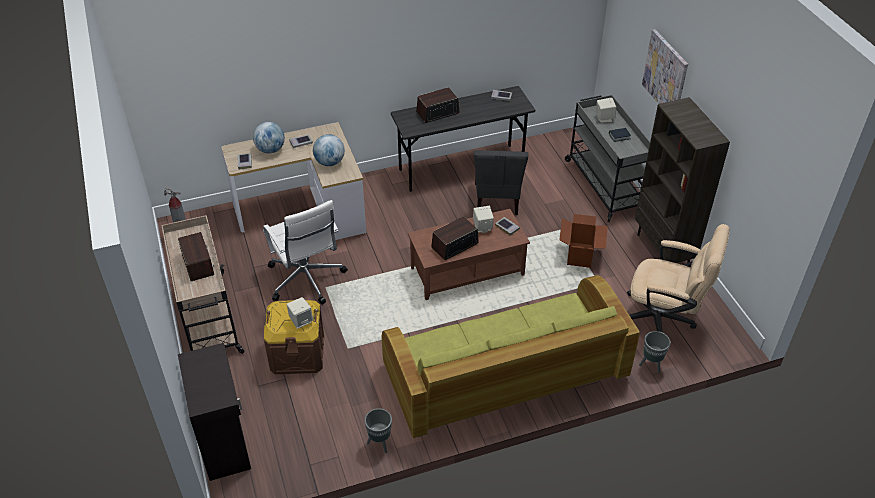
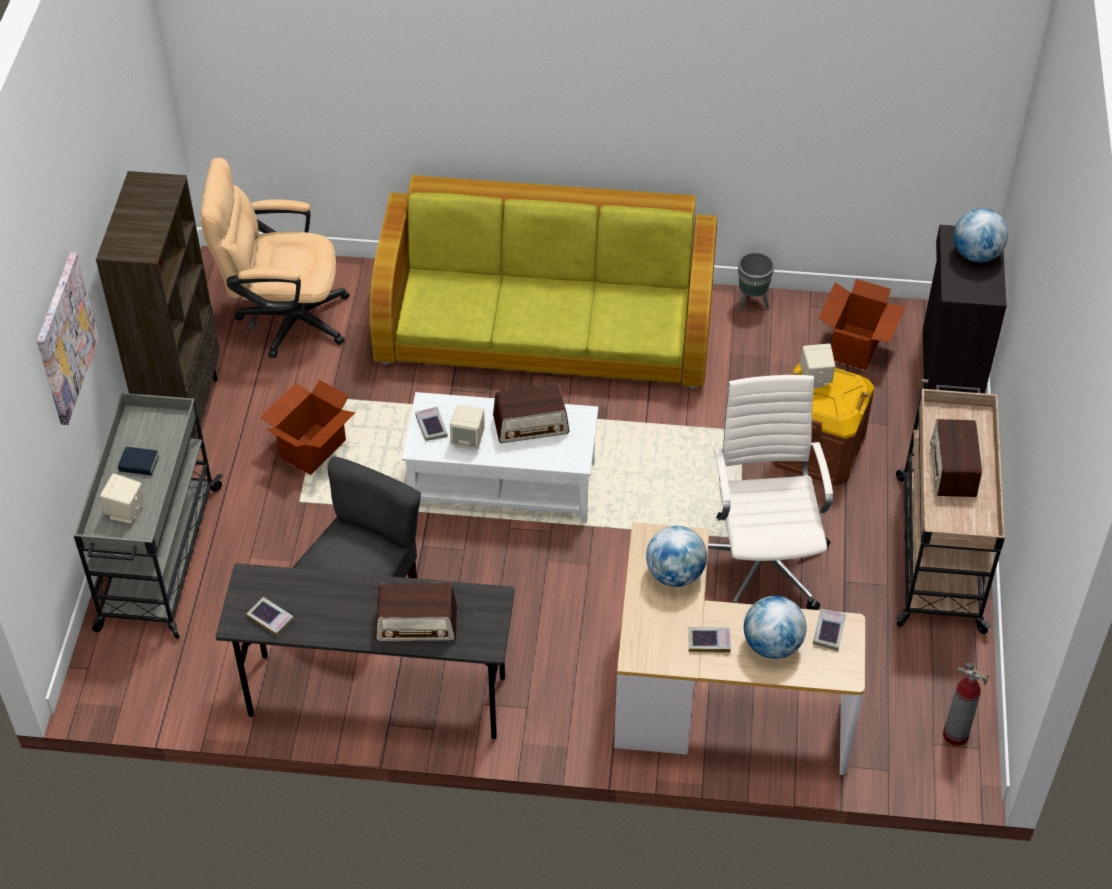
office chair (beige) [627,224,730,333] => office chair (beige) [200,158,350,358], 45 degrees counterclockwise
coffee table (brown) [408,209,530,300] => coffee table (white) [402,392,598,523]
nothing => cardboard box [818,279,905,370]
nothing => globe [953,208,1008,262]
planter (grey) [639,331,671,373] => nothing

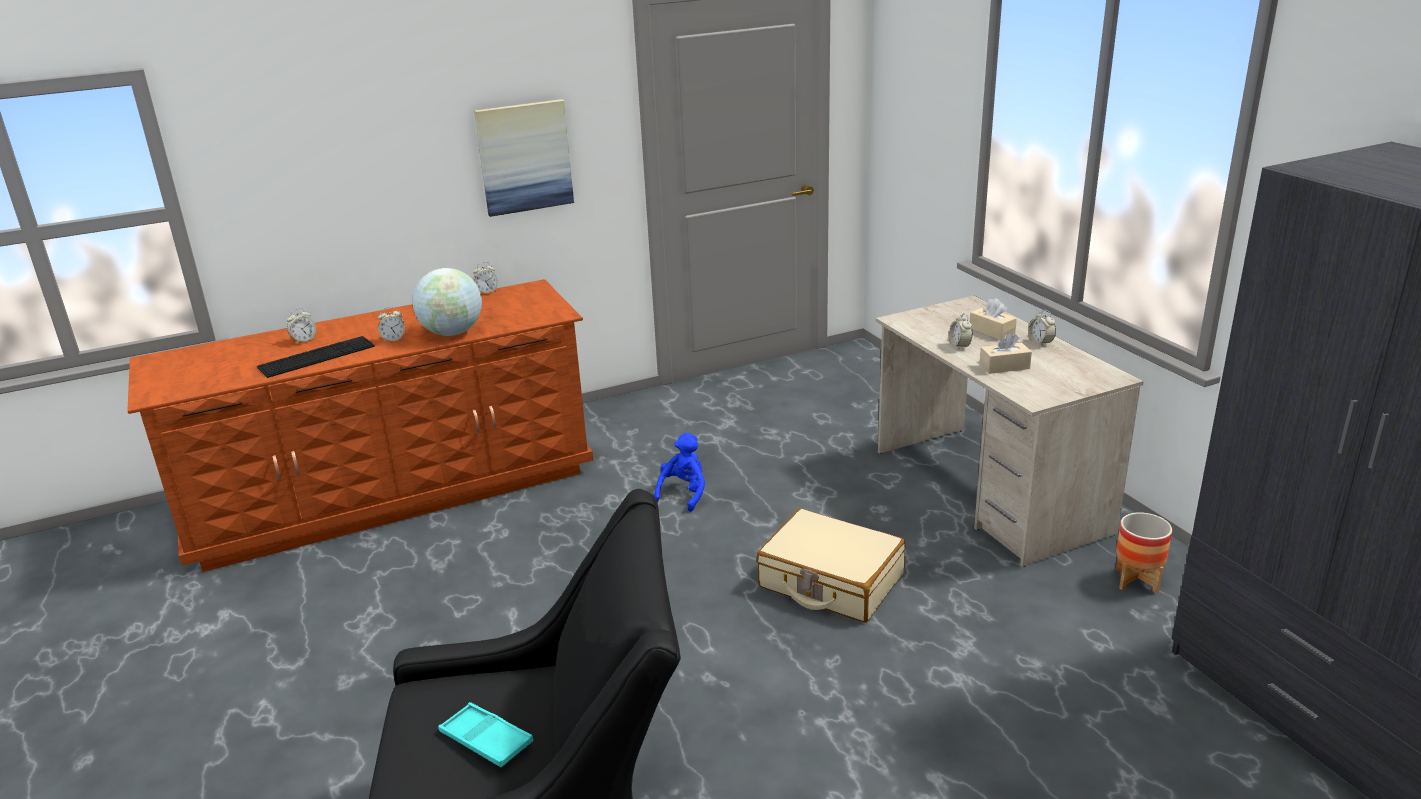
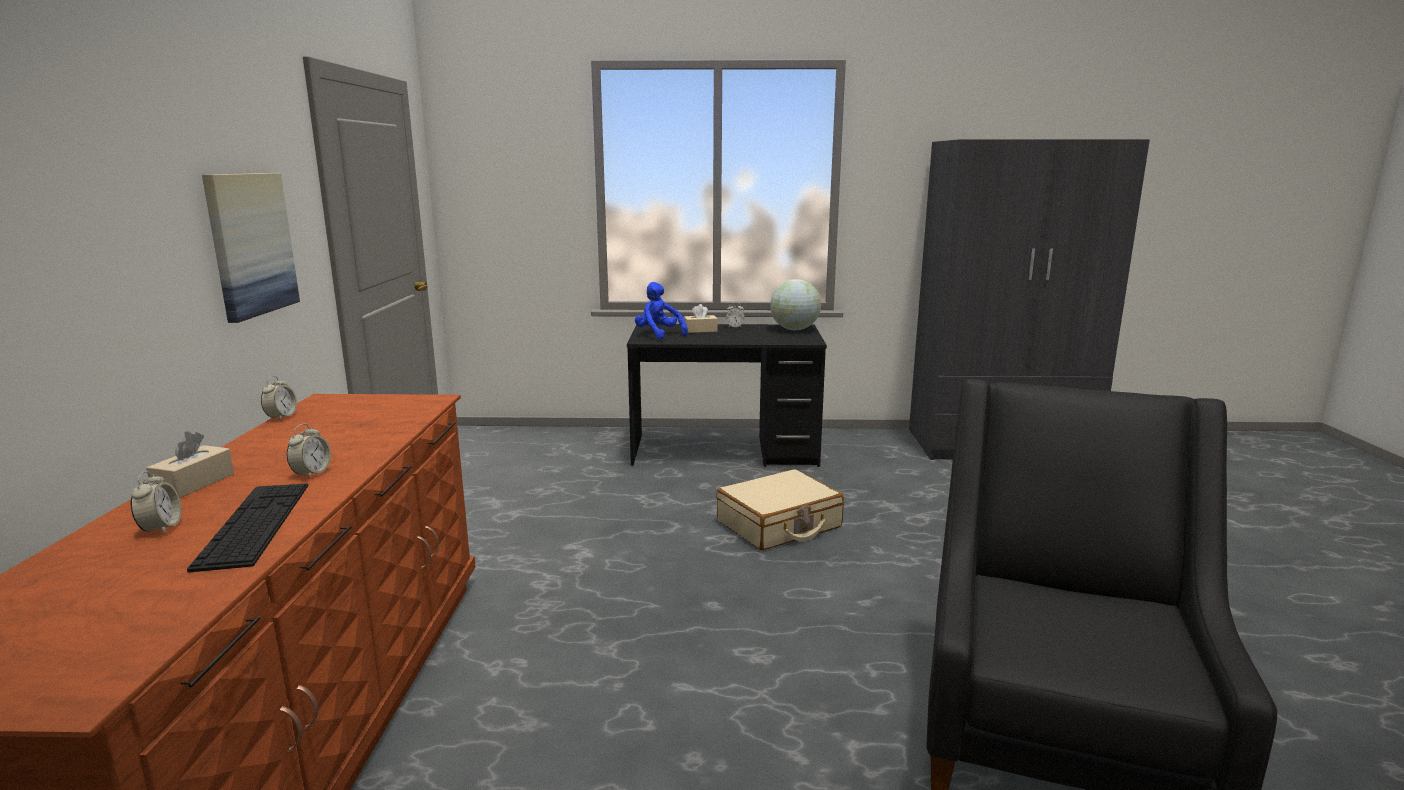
tissue box (beige) [980,333,1032,374] => tissue box (beige) [146,432,234,498], shifted
desk (beige) [876,296,1144,567] => desk (black) [627,324,827,467]
plush toy (blue) [654,433,705,512] => plush toy (blue) [635,282,688,339], shifted
globe [412,268,482,336] => globe [770,279,821,330], shifted
tray (turquoise) [438,702,533,767] => nothing
alarm clock [949,313,973,350] => nothing
planter [1116,512,1172,593] => nothing

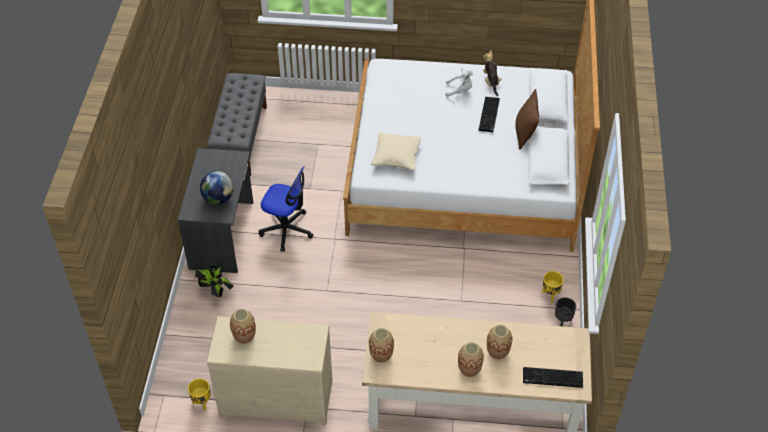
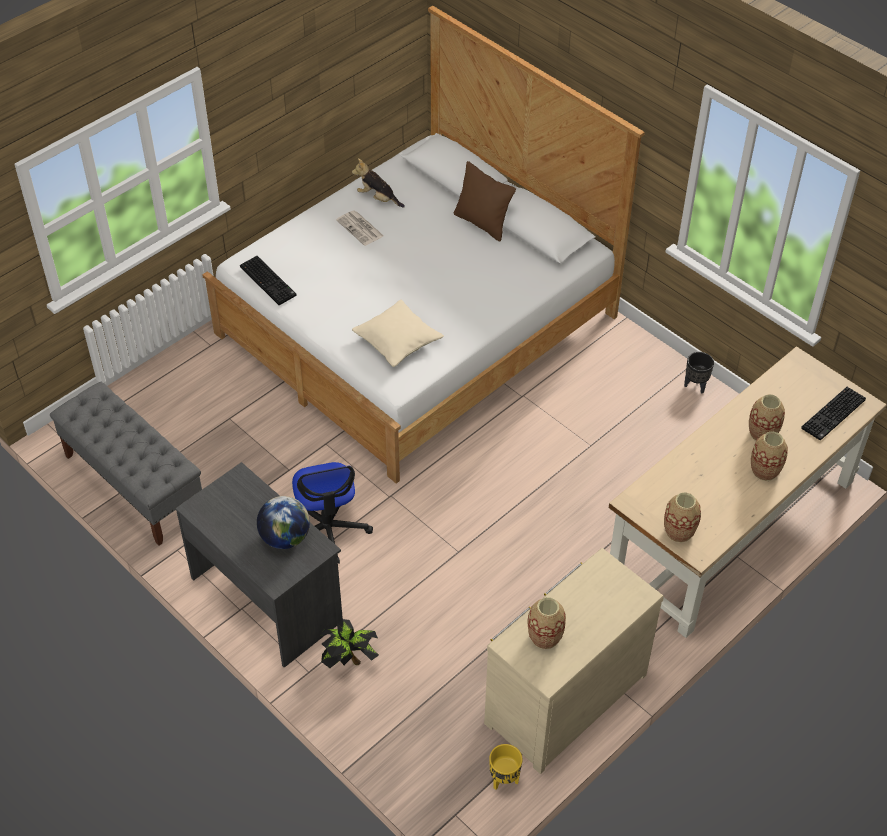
keyboard [479,97,500,132] => keyboard [240,256,297,305], shifted
office chair [259,166,313,252] => office chair [292,462,373,564], 105 degrees clockwise
plush toy (white) [445,68,473,97] => newspaper [336,210,383,246]
planter (yellow) [542,271,564,302] => nothing

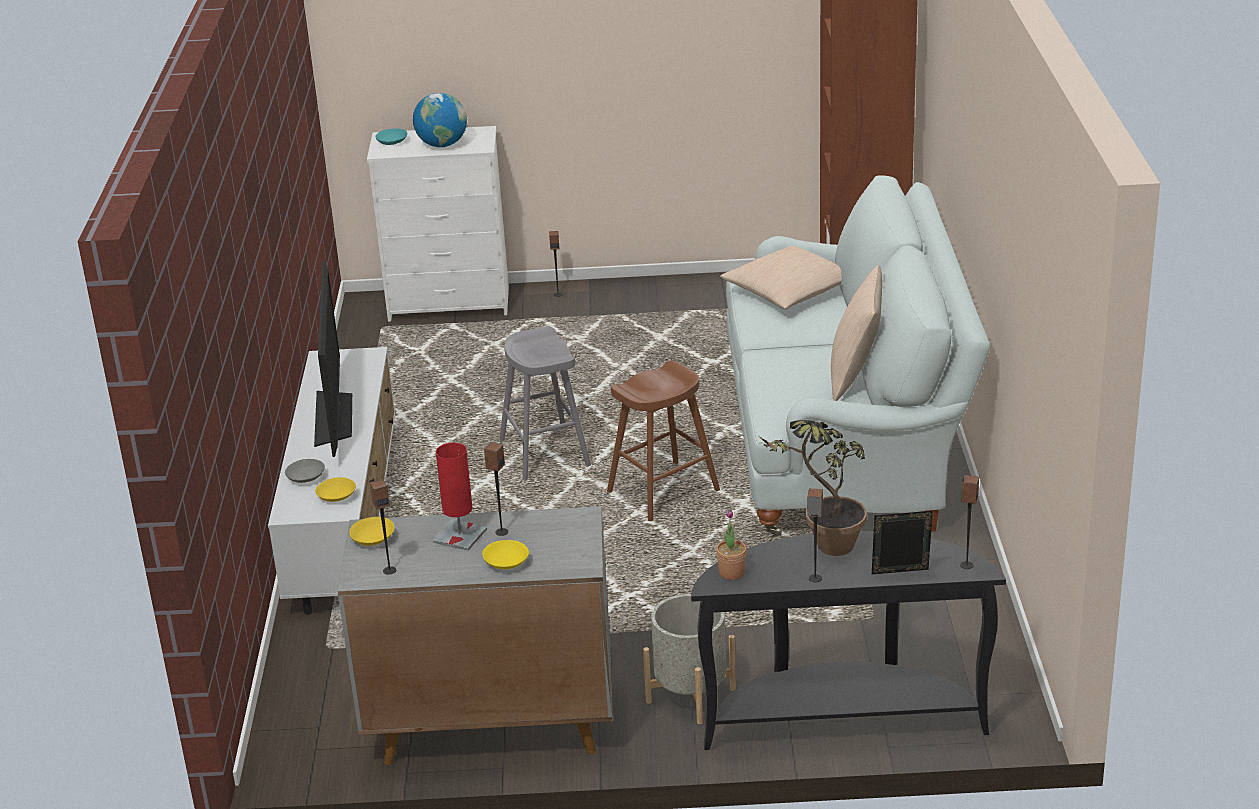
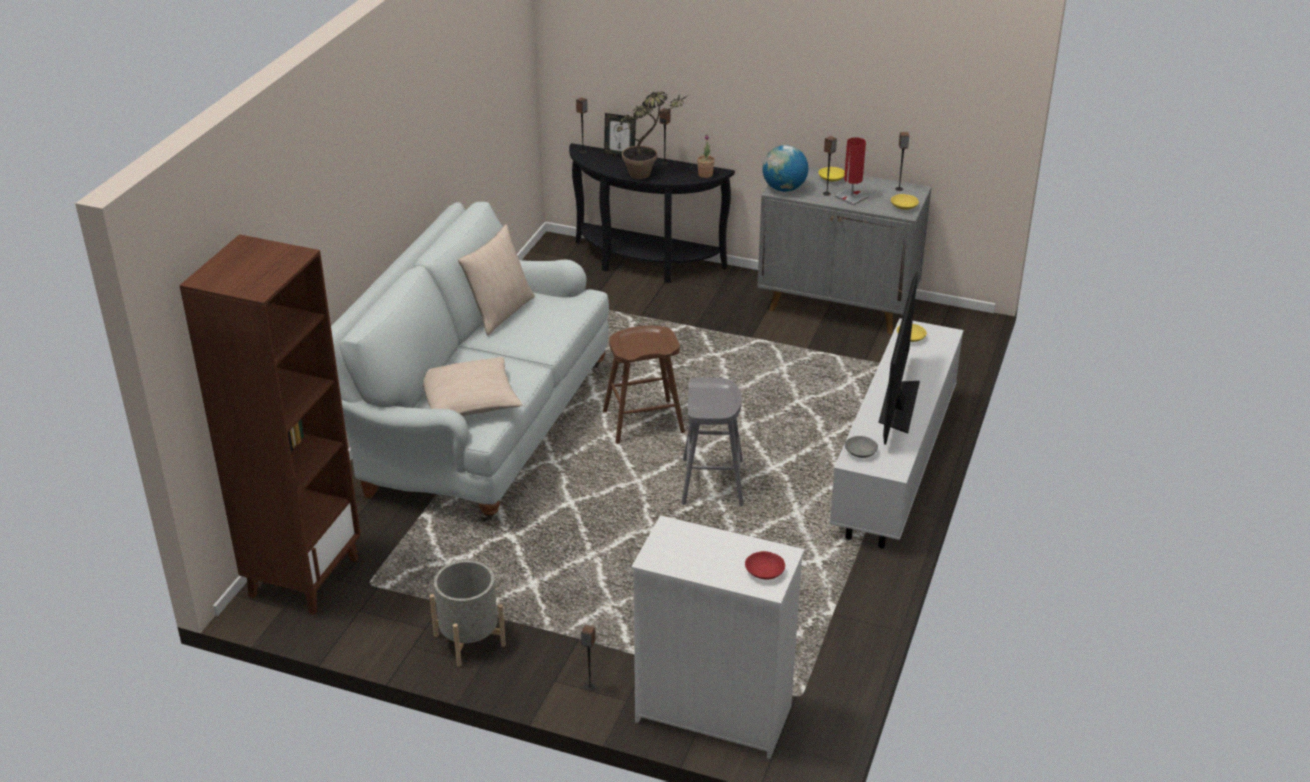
planter (grey) [643,594,736,724] => planter (grey) [430,560,506,667], shifted
bowl (turquoise) [376,128,408,145] => bowl (red) [745,551,785,580]
globe [413,93,467,147] => globe [762,145,808,192], shifted
bowl (grey) [285,459,325,483] => bowl (grey) [845,436,878,458], shifted

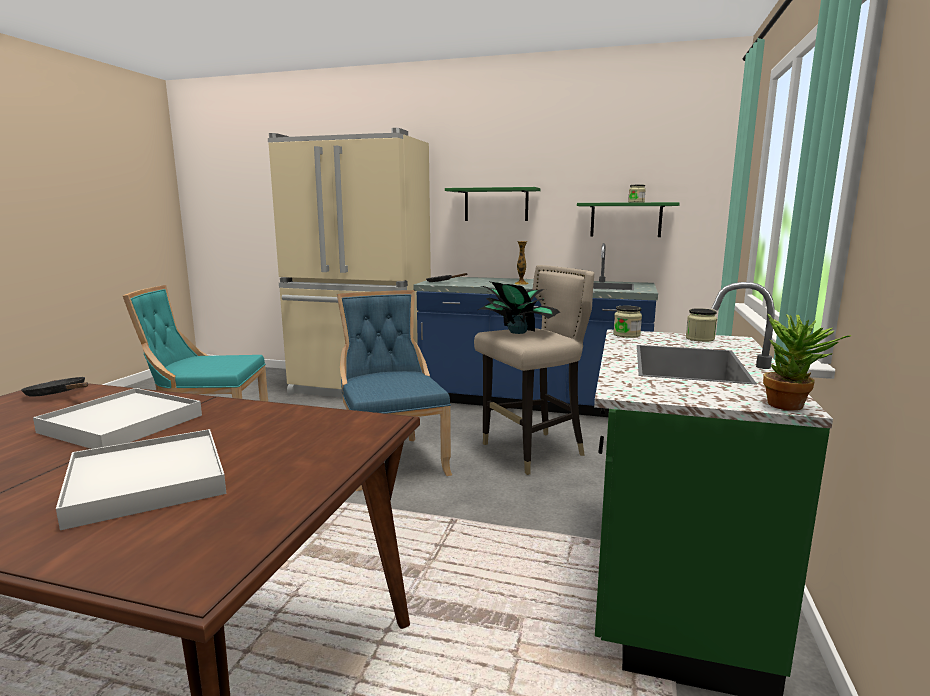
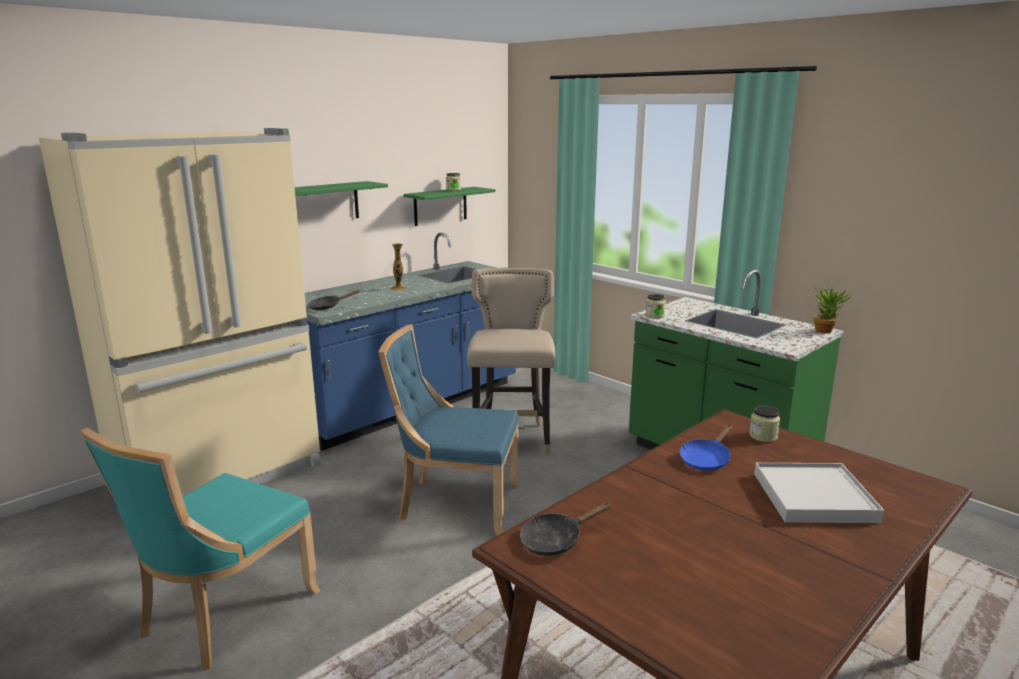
nothing => frying pan (blue) [680,424,732,471]
jar [686,308,717,342] => jar [749,405,780,442], shifted
tray (white) [33,388,202,449] => nothing
potted plant [478,282,560,334] => nothing

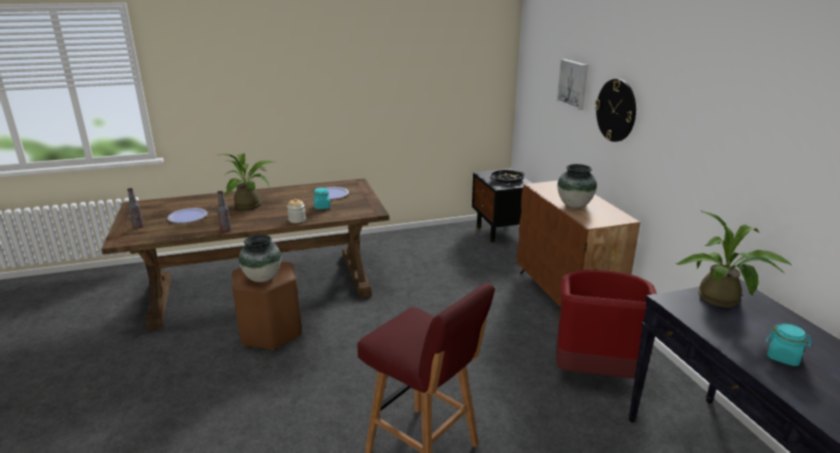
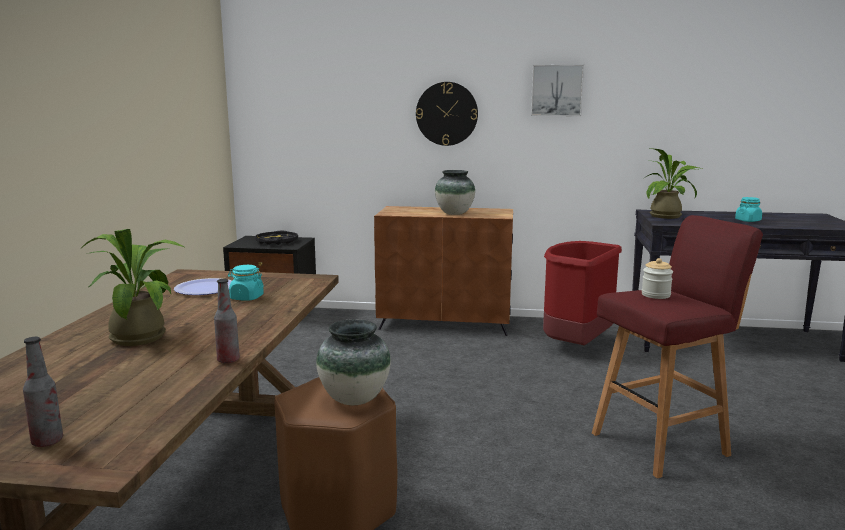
picture [557,59,588,110] => picture [531,64,584,116], shifted
jar [287,198,306,223] => jar [642,258,673,299], shifted
plate [167,208,208,223] => nothing

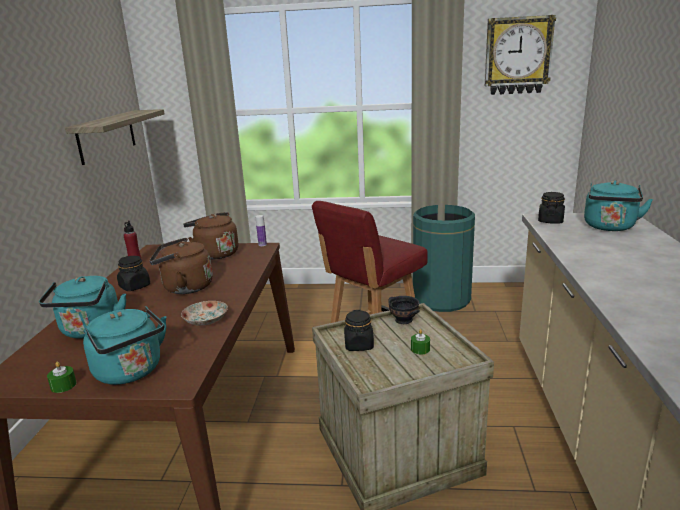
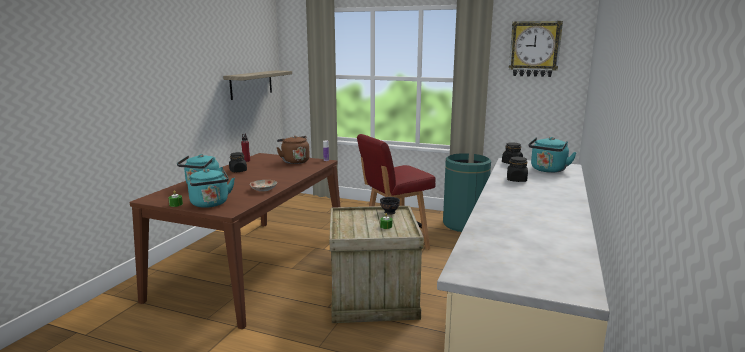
jar (black) [344,310,374,351] => jar (black) [507,157,528,182], shifted
kettle (brown) [149,238,213,294] => nothing

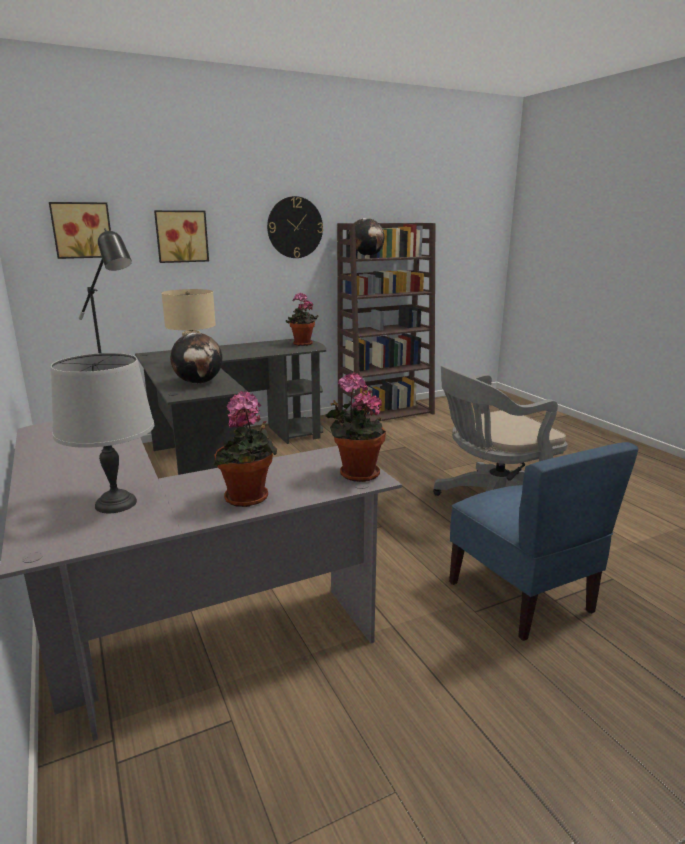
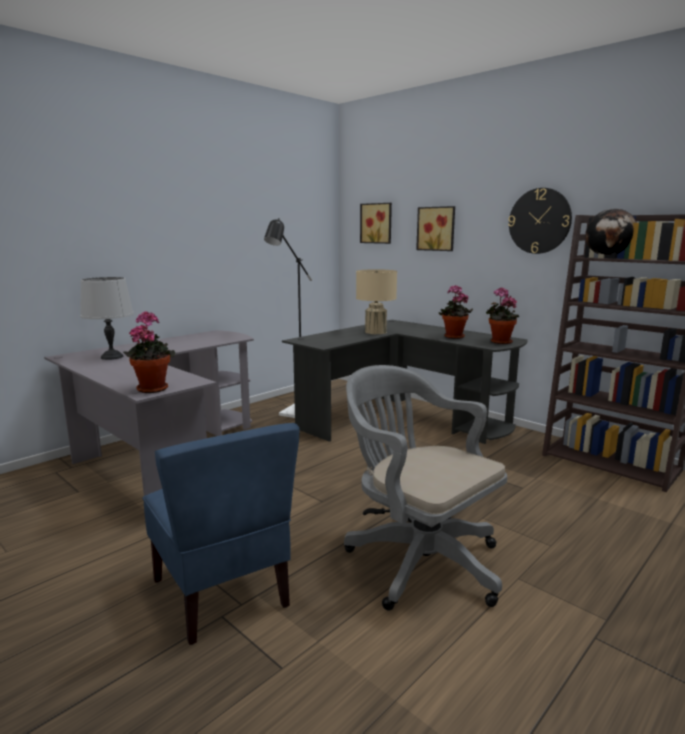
chair (blue) [449,442,639,641] => chair (blue) [142,423,300,645], 75 degrees counterclockwise
potted plant [213,391,277,507] => potted plant [439,285,473,339], shifted
globe [170,333,222,384] => nothing

